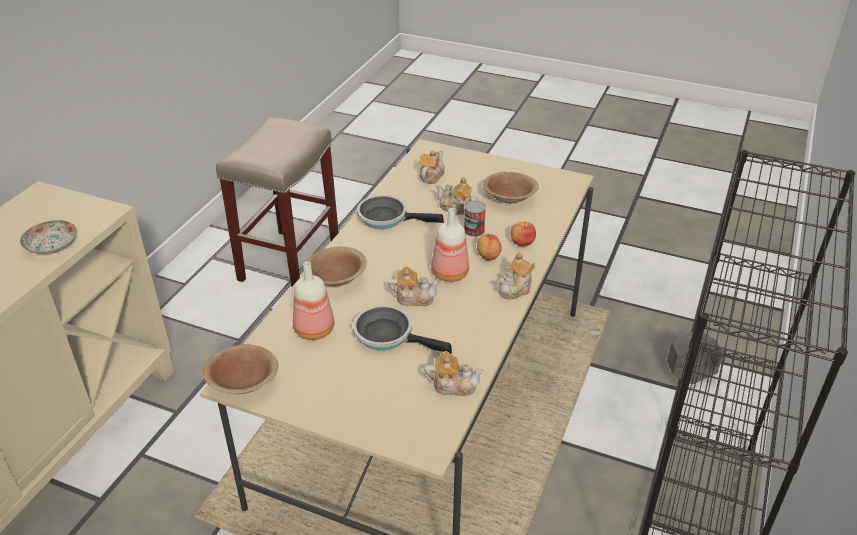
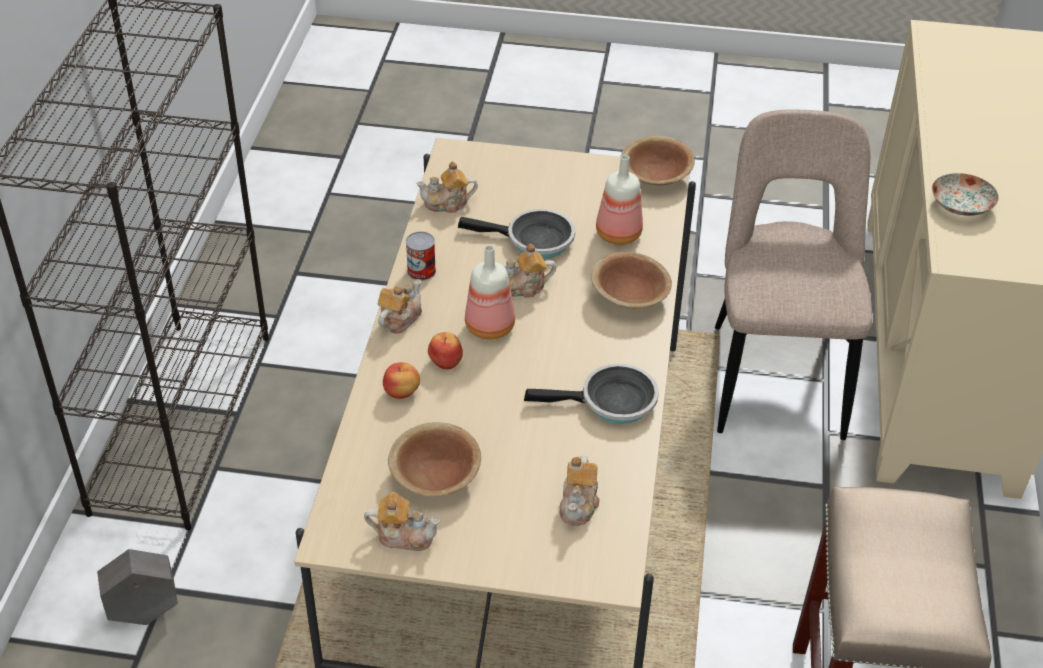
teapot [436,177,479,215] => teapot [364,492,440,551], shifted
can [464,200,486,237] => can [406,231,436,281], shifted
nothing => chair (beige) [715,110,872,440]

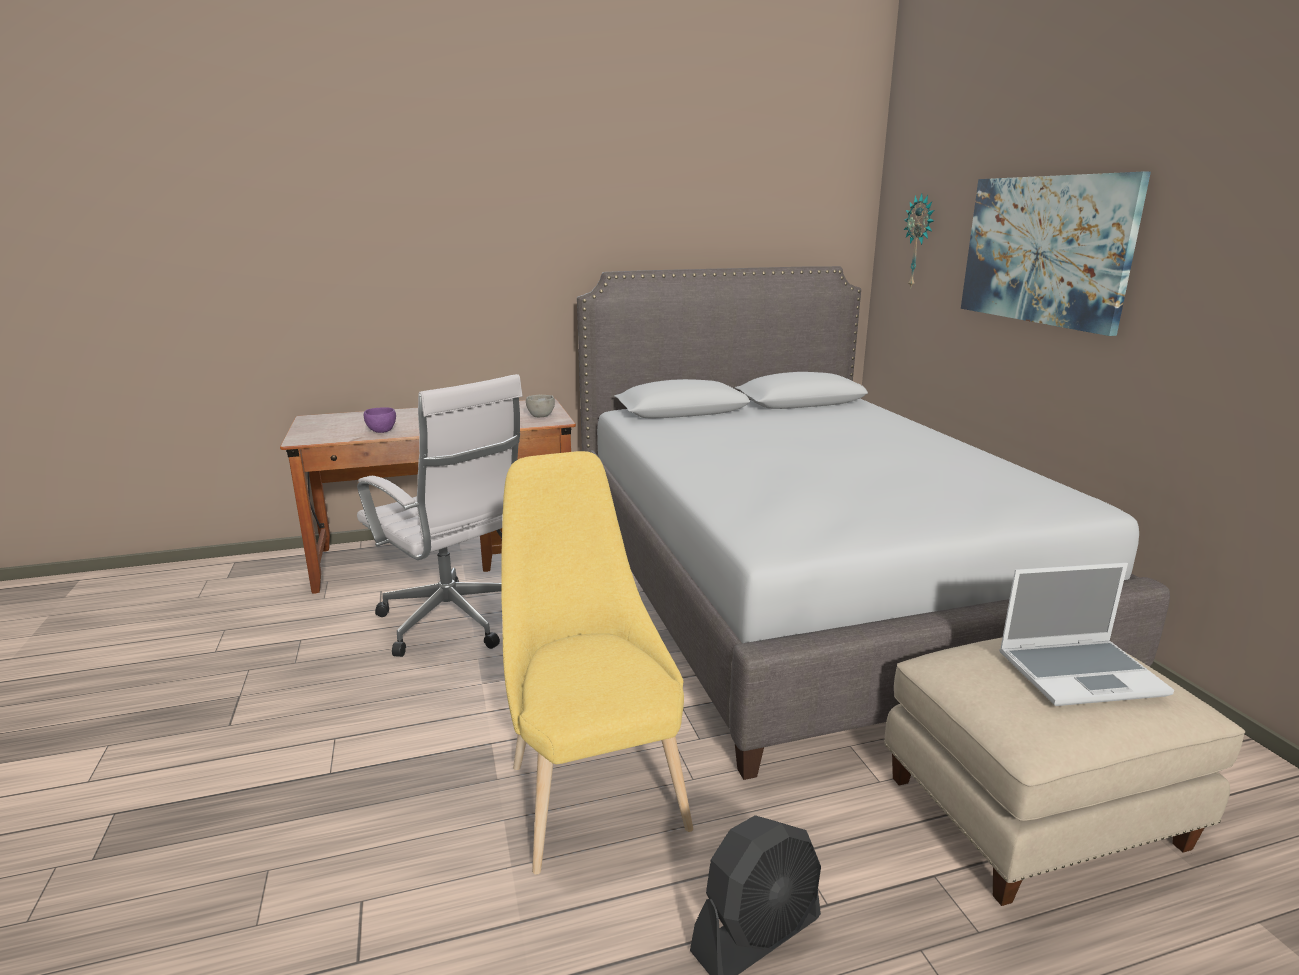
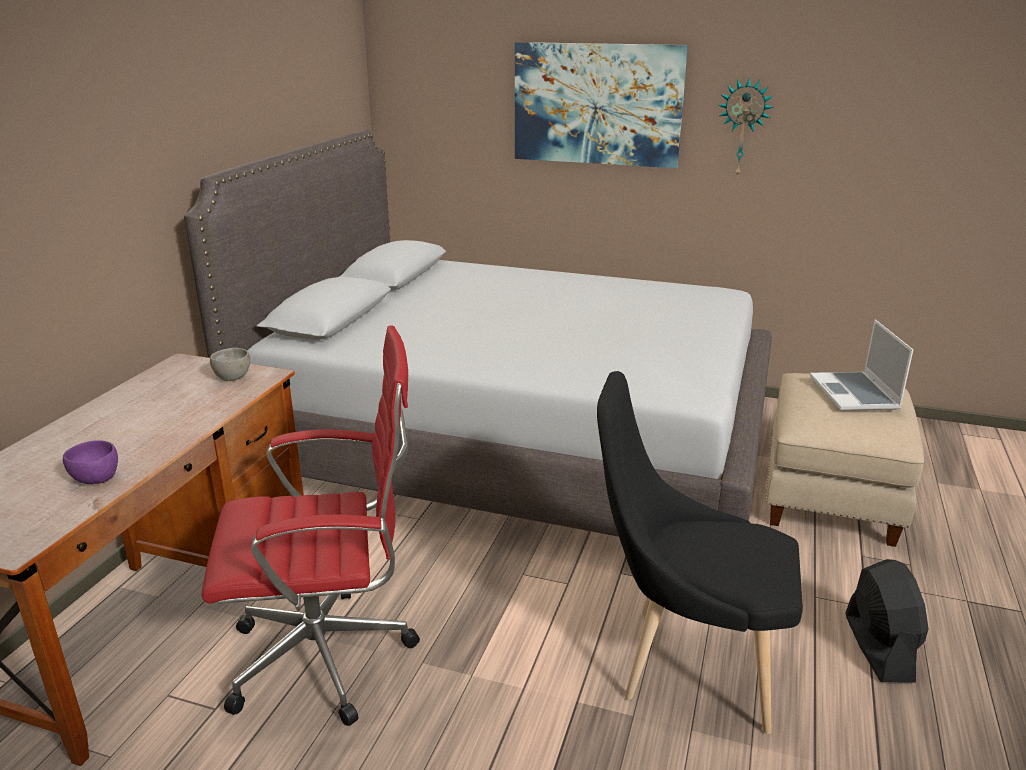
office chair (white) [357,374,523,657] => office chair (red) [202,325,420,726]
chair (yellow) [501,451,693,875] => chair (black) [597,371,803,734]
wall clock [904,193,934,289] => wall clock [718,78,774,178], shifted
laptop [999,563,1174,706] => laptop [810,319,913,411], 150 degrees clockwise

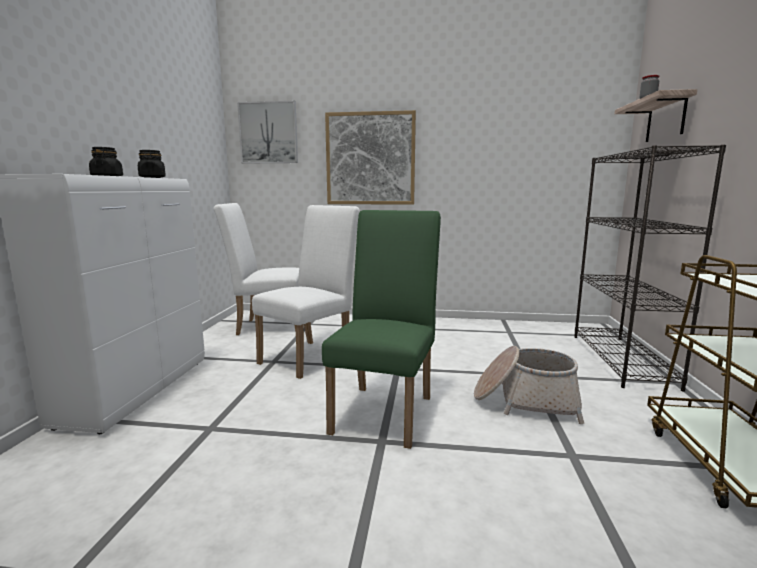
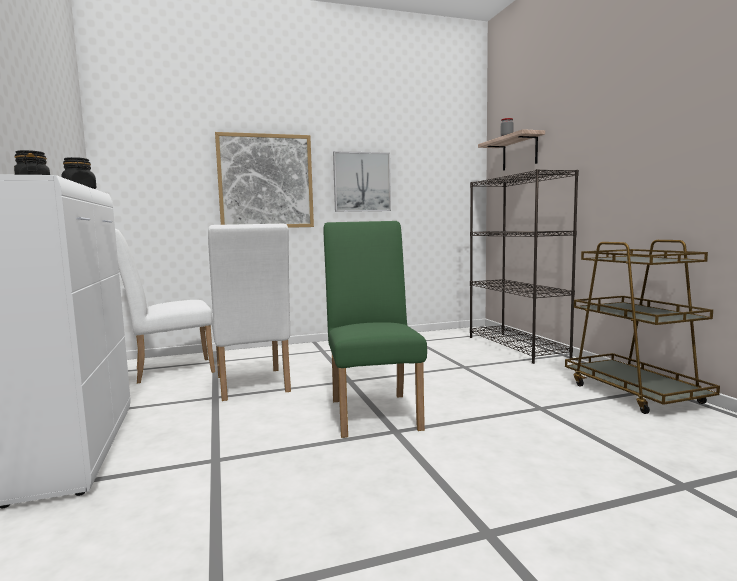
chair (white) [252,205,360,379] => chair (white) [208,224,291,401], 150 degrees clockwise
picture [237,101,298,164] => picture [333,151,391,212], shifted
basket [474,346,584,424] => nothing

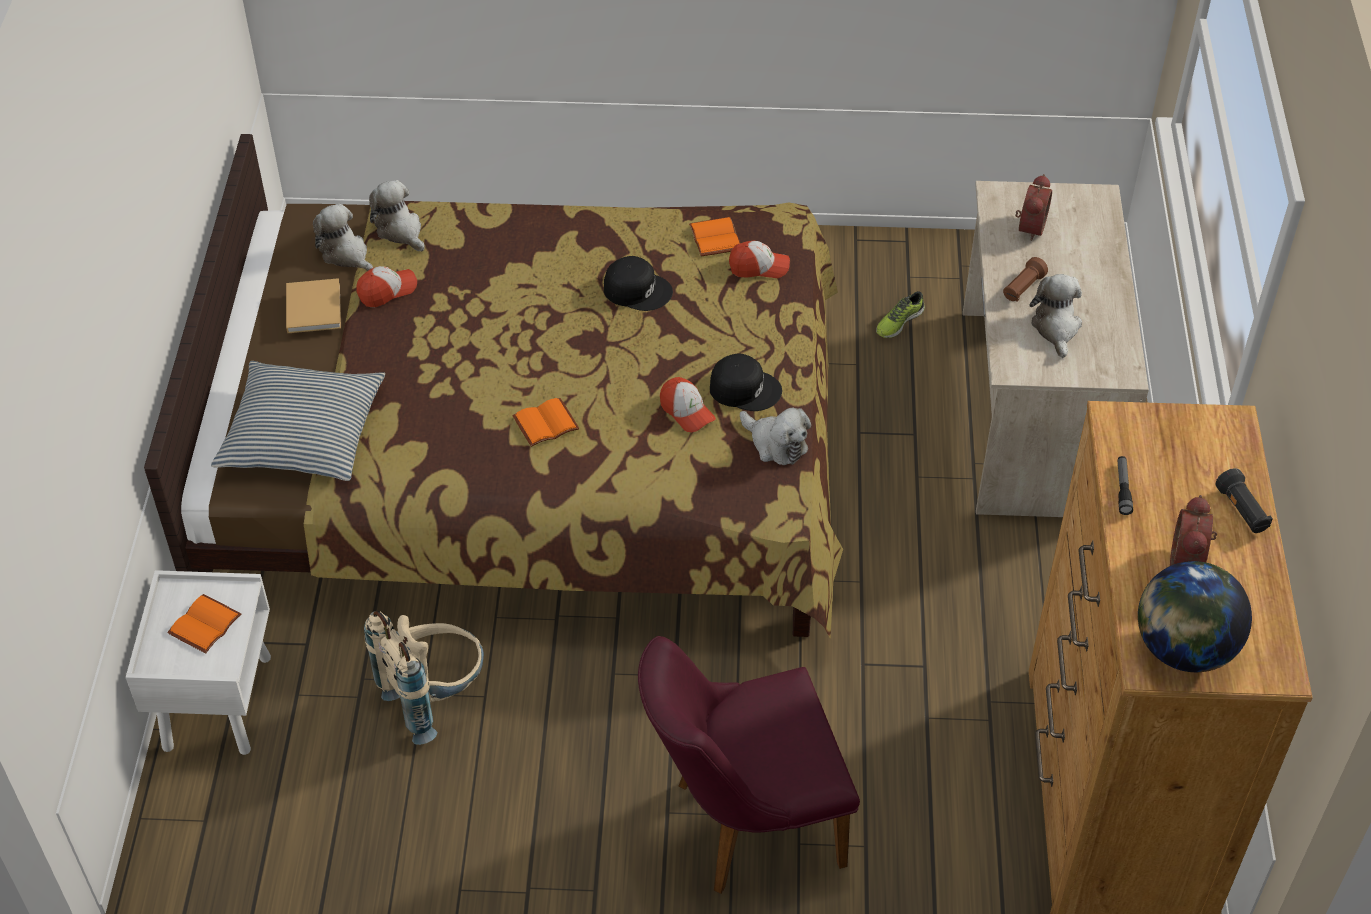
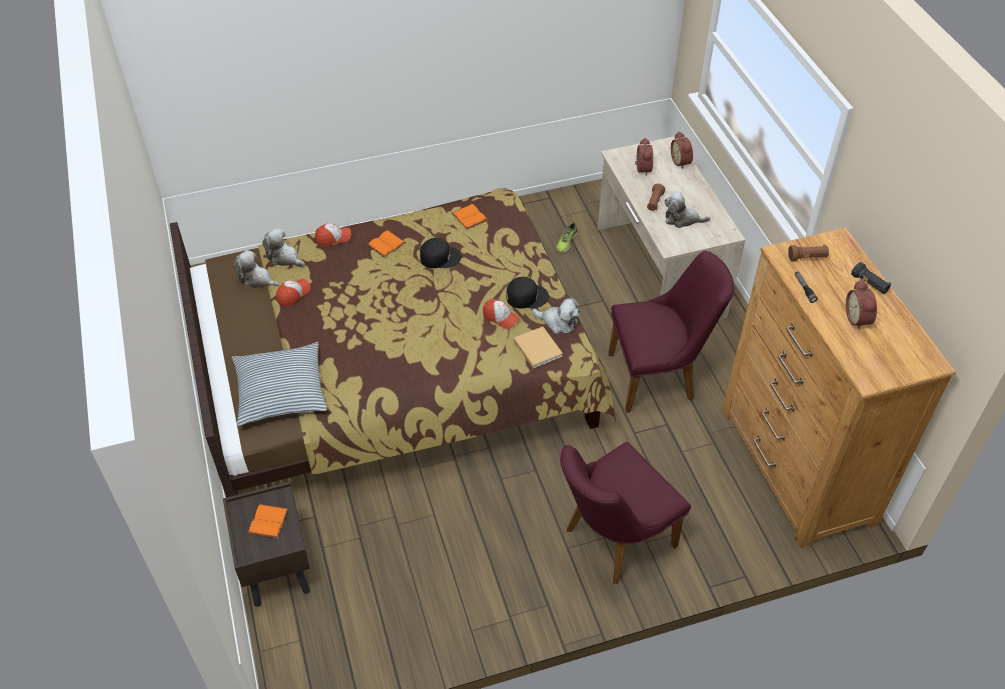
nightstand (white) [126,570,271,755] => nightstand (brown) [223,482,310,607]
cap [729,241,790,278] => cap [315,223,351,247], shifted
book (orange) [512,398,579,447] => book (orange) [367,230,406,258], shifted
book (beige) [286,278,341,333] => book (beige) [514,327,563,368], shifted
nothing => chair (purple) [608,251,735,413]
plush toy [1030,274,1082,358] => plush toy [665,191,710,228], 60 degrees counterclockwise
nothing => alarm clock [671,131,693,169]
nothing => flashlight (brown) [788,245,829,261]
backpack (beige) [364,611,484,745] => nothing
globe [1138,561,1252,672] => nothing

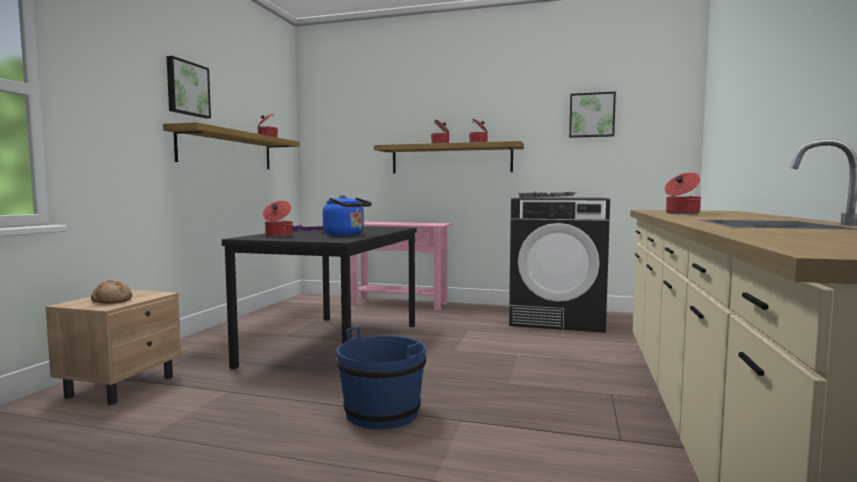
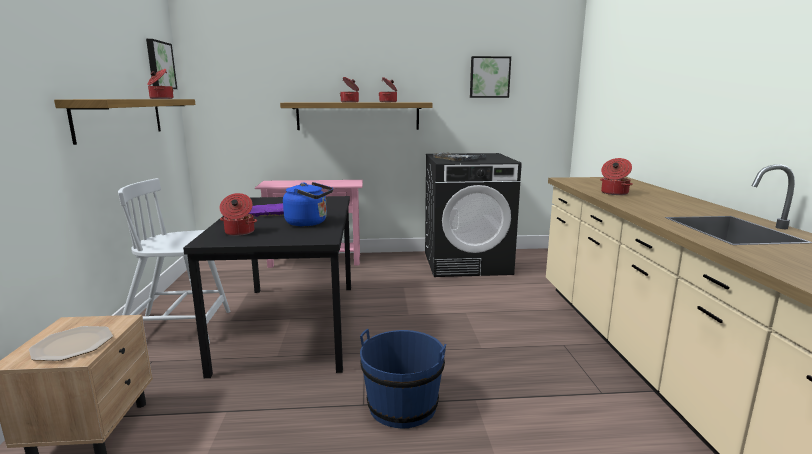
bread [91,281,132,304] => plate [29,326,113,361]
nothing => chair (white) [118,178,230,344]
picture [166,56,211,119] => picture [146,39,177,89], shifted

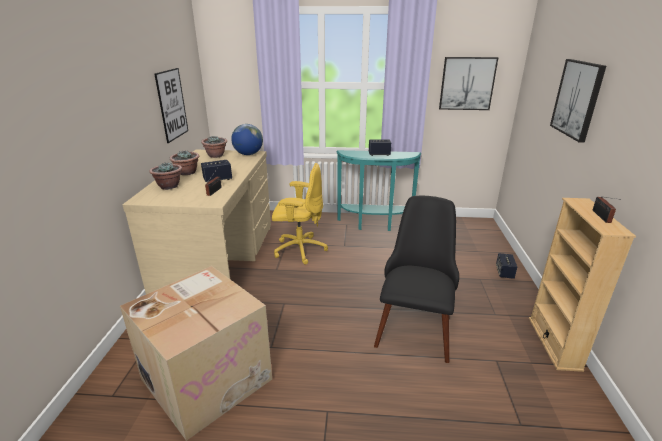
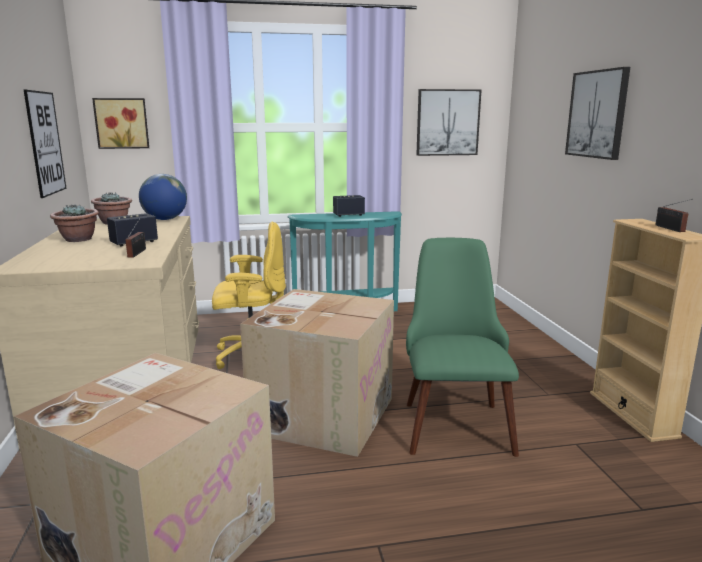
nothing => picture [92,98,149,149]
nothing => cardboard box [240,289,394,457]
chair (black) [374,196,459,363] => chair (green) [406,238,519,457]
potted plant [149,162,182,190] => nothing
speaker [496,253,517,279] => nothing

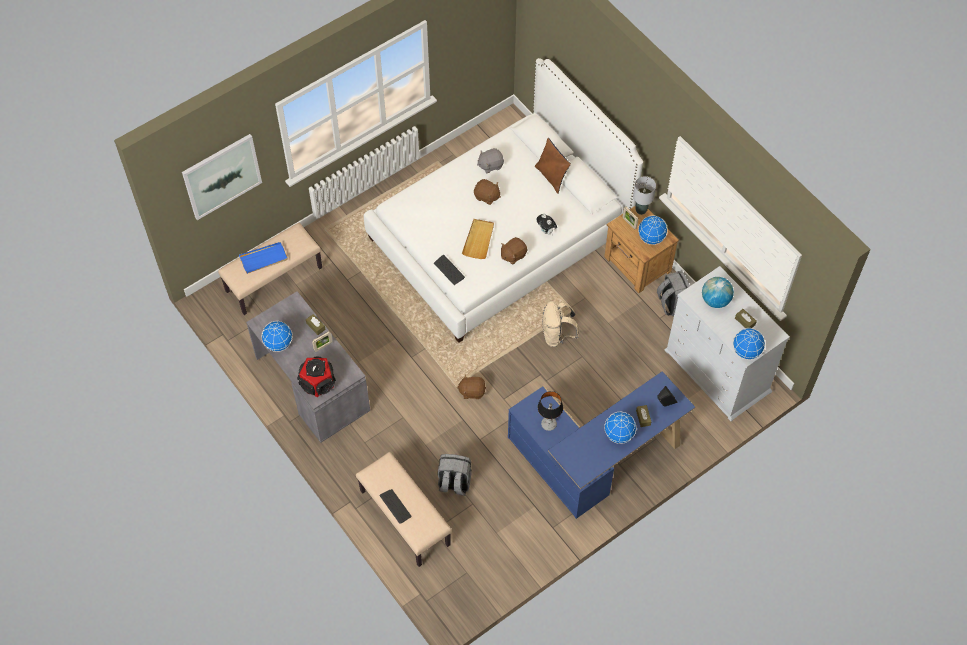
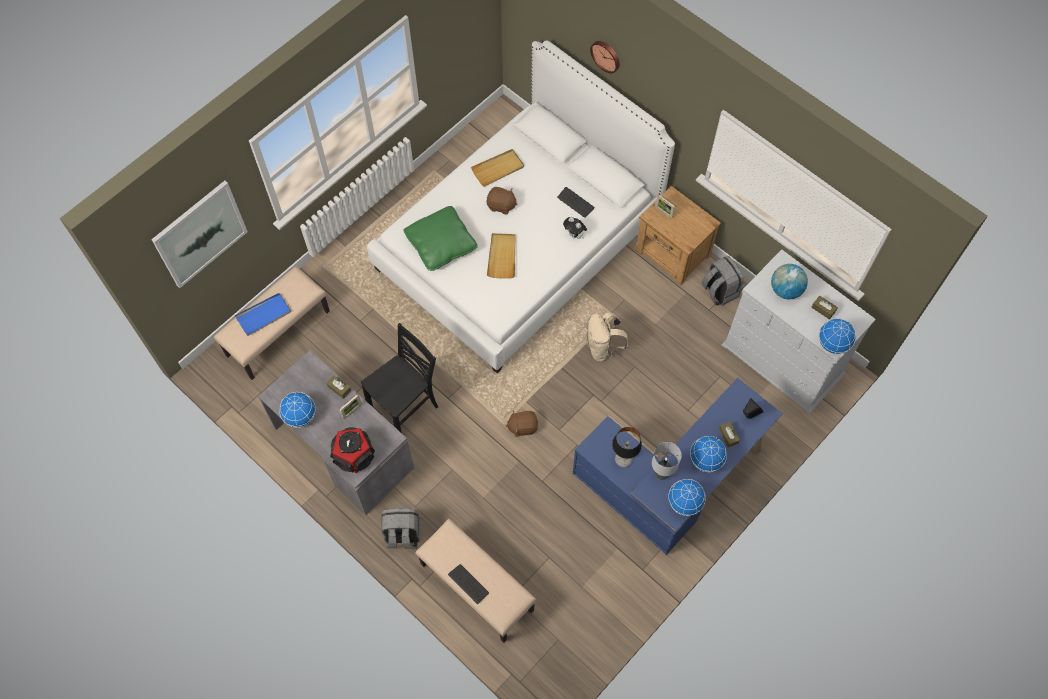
nothing => chair (black) [361,323,438,433]
backpack (grey) [438,454,472,496] => backpack (grey) [382,508,420,549], shifted
nothing => pillow (green) [403,206,478,271]
plush toy (grey) [477,148,504,173] => tray (beige) [471,149,524,187]
keyboard [434,255,465,285] => keyboard [557,187,595,218], shifted
nothing => wall clock [590,41,620,73]
table lamp (grey) [633,176,656,215] => table lamp (grey) [652,442,682,480], shifted
globe [638,215,668,245] => globe [668,479,706,516], shifted
plush toy (brown) [501,237,527,265] => nothing
pillow (brown) [535,138,571,193] => nothing

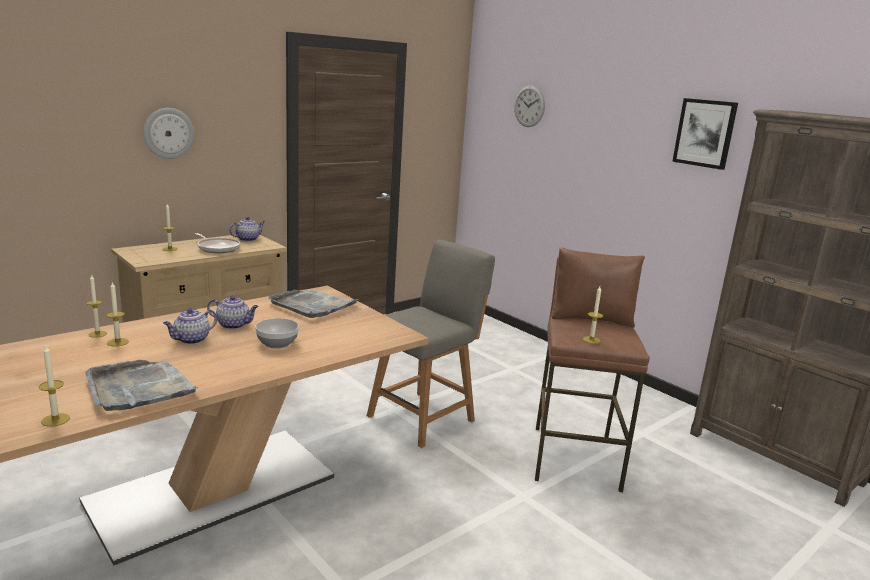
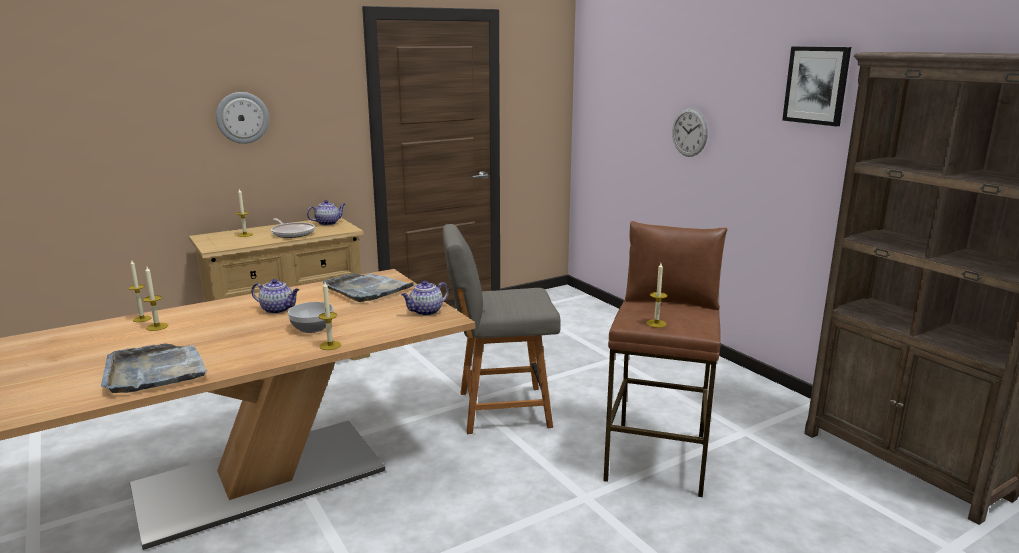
candle [39,346,70,427] => candle [318,282,341,350], shifted
teapot [163,308,217,344] => teapot [401,281,449,316], shifted
chair (grey) [367,240,495,448] => chair (grey) [443,224,561,434], 150 degrees counterclockwise
wall clock [514,86,545,127] => wall clock [672,108,708,157], shifted

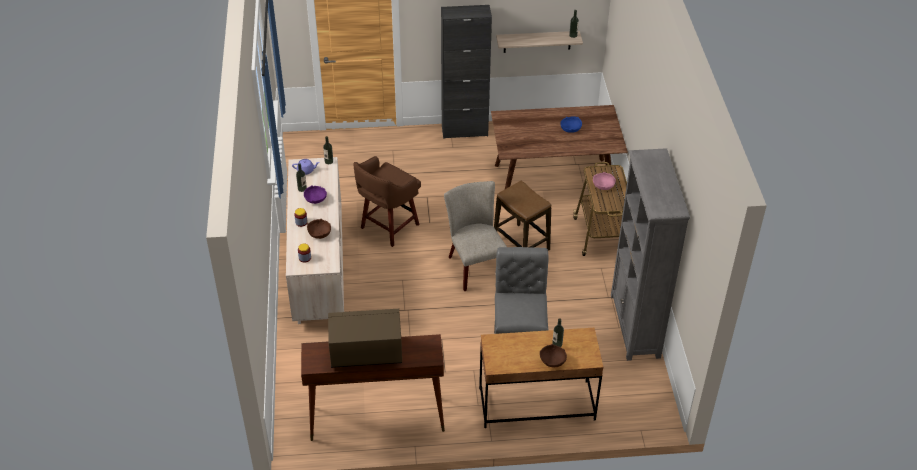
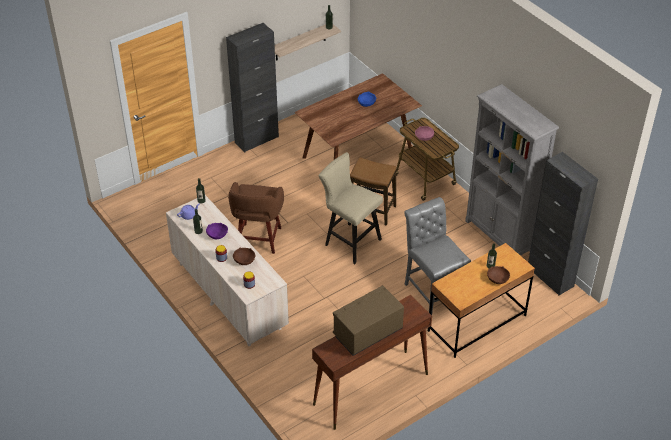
chair (beige) [444,181,507,291] => stool (beige) [319,152,383,264]
nothing => cabinet (black) [528,152,598,295]

